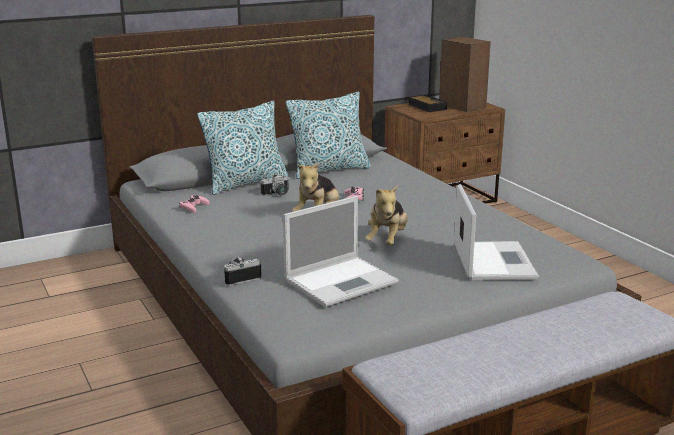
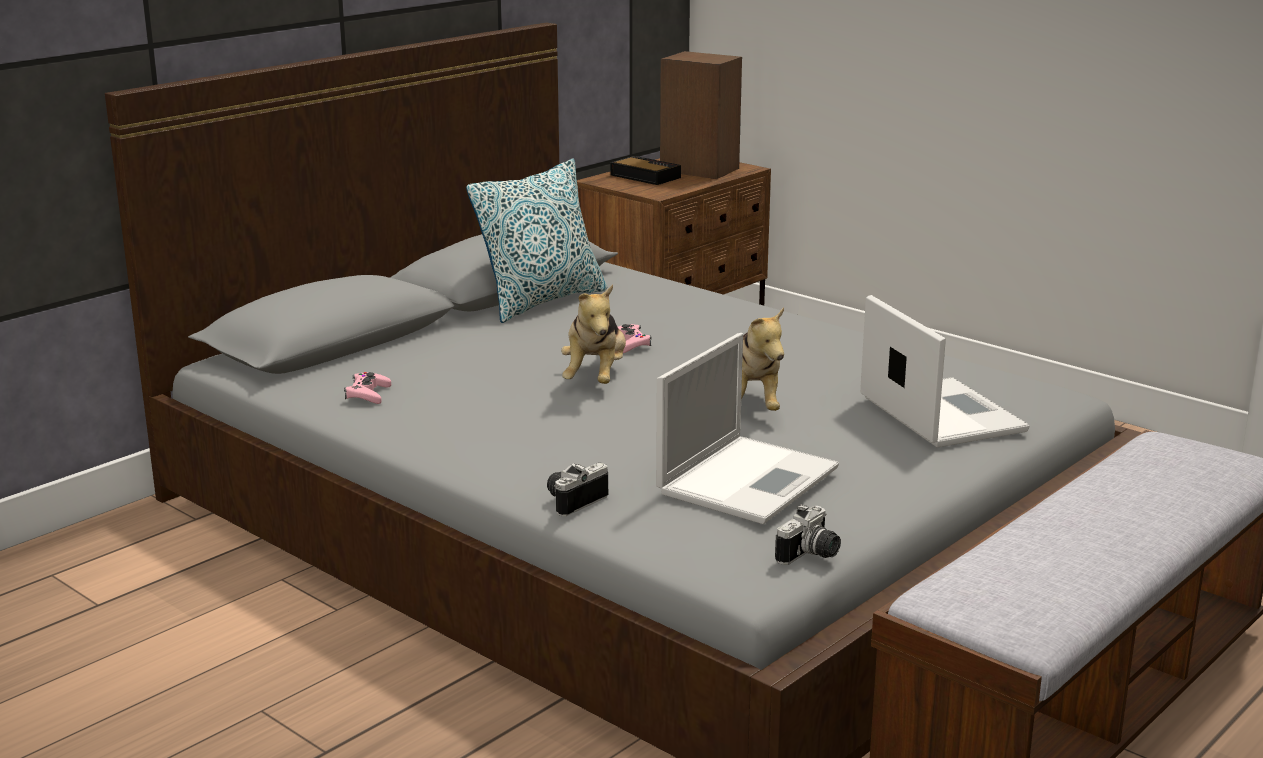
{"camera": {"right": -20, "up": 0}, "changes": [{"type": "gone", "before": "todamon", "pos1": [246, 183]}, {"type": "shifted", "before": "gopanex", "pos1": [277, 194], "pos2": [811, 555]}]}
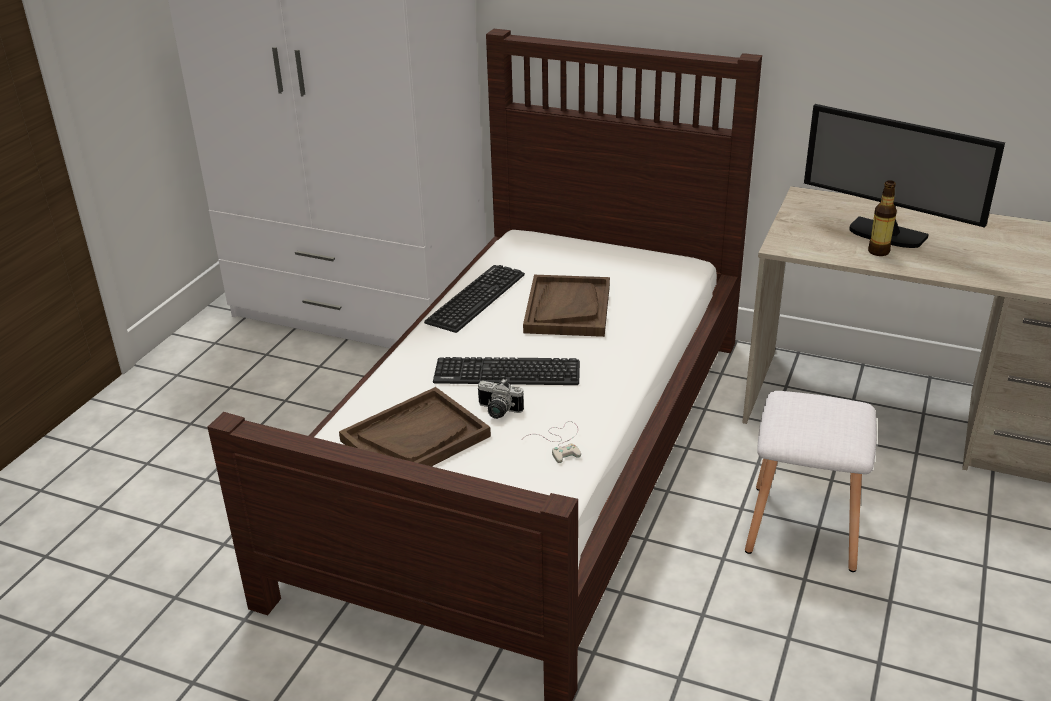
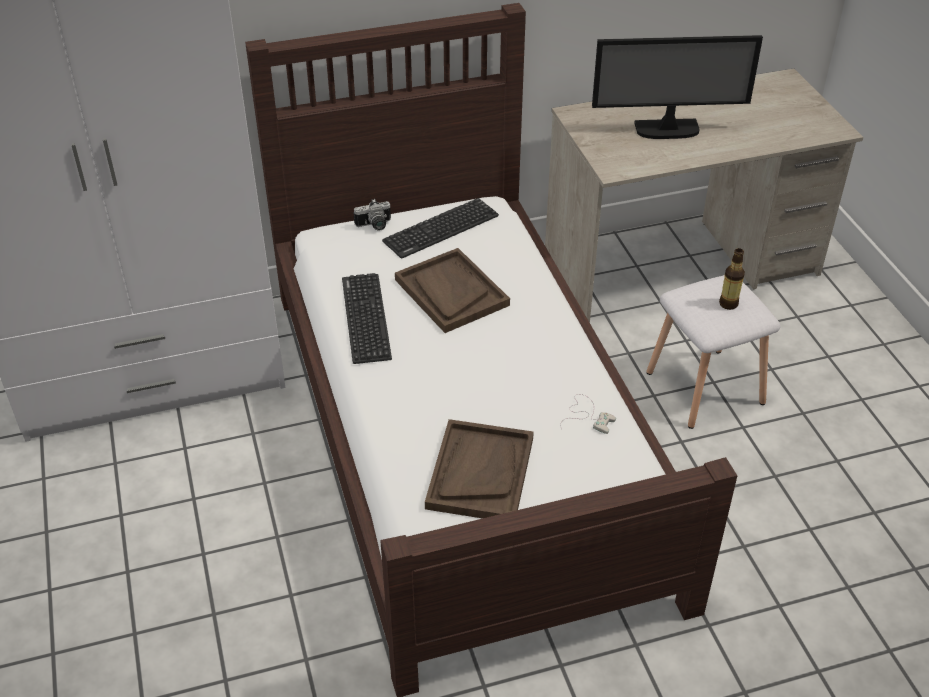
{"camera": {"right": -40, "up": 10}, "changes": [{"type": "shifted", "before": "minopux", "pos1": [507, 373], "pos2": [441, 229]}, {"type": "shifted", "before": "gopanex", "pos1": [497, 411], "pos2": [374, 226]}, {"type": "shifted", "before": "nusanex", "pos1": [878, 251], "pos2": [728, 304]}]}
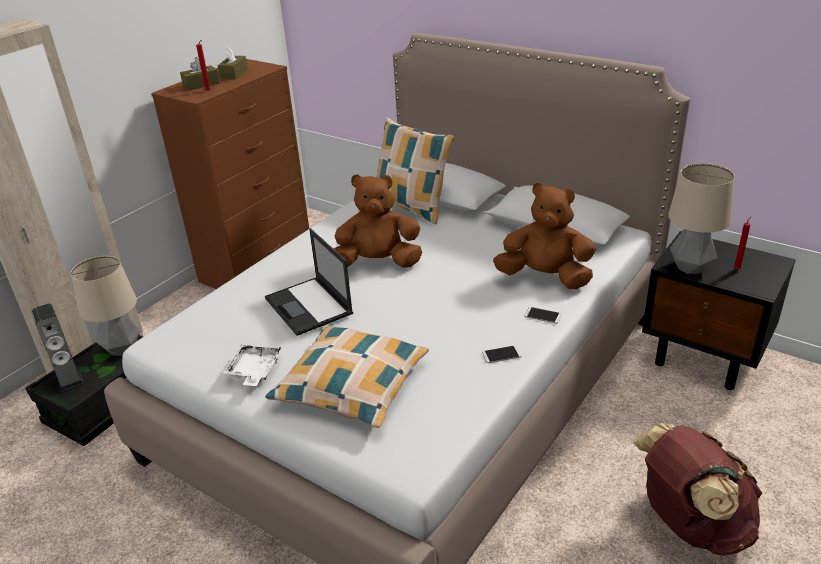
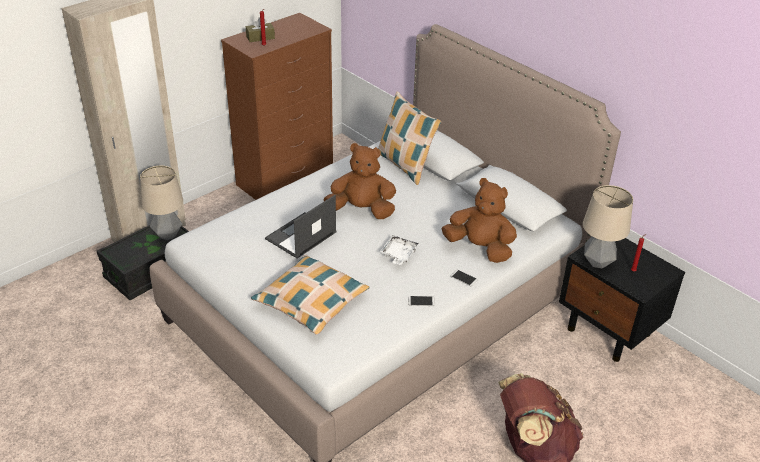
{"camera": {"right": 10, "up": 5}, "changes": [{"type": "gone", "before": "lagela", "pos1": [69, 378]}, {"type": "gone", "before": "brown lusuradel", "pos1": [234, 74]}, {"type": "shifted", "before": "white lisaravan", "pos1": [254, 371], "pos2": [398, 255]}, {"type": "rotated", "before": "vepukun", "pos1": [309, 306], "pos2": [300, 236], "turn": 60}]}
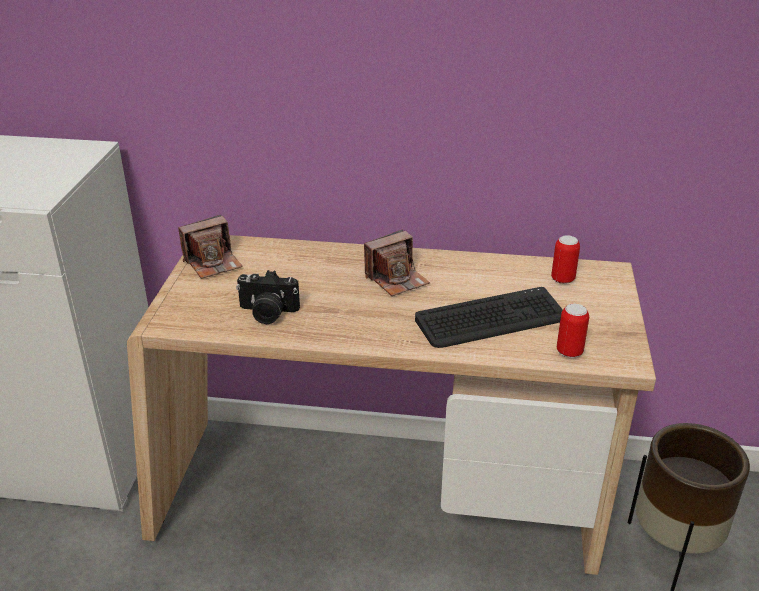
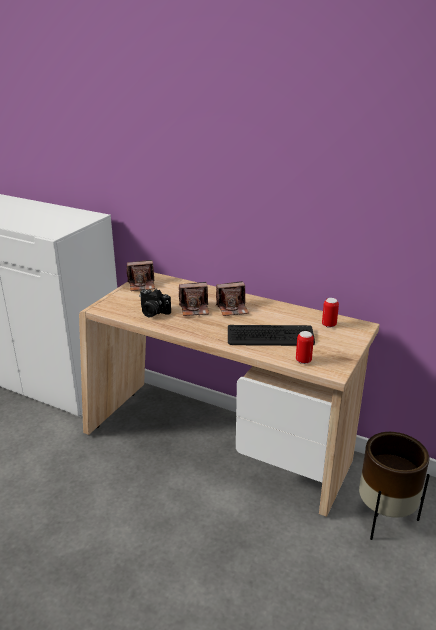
{"camera": {"right": 20, "up": -5}, "changes": [{"type": "new", "after": "gopanex", "pos2": [195, 309]}]}
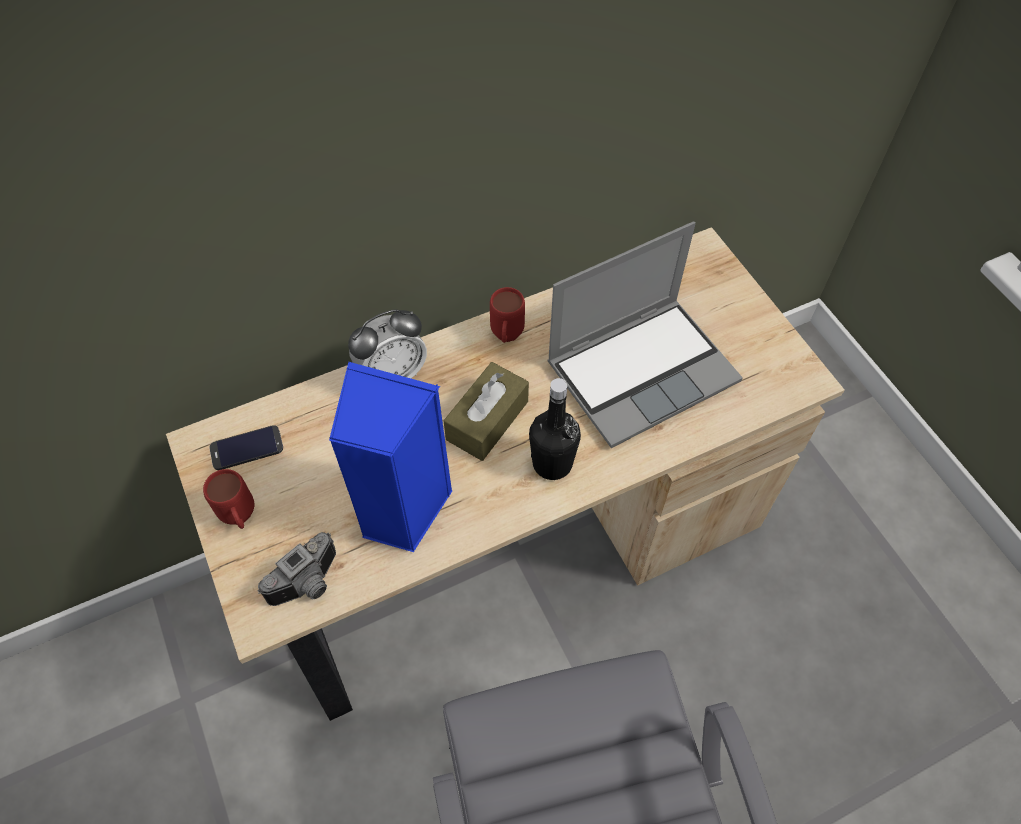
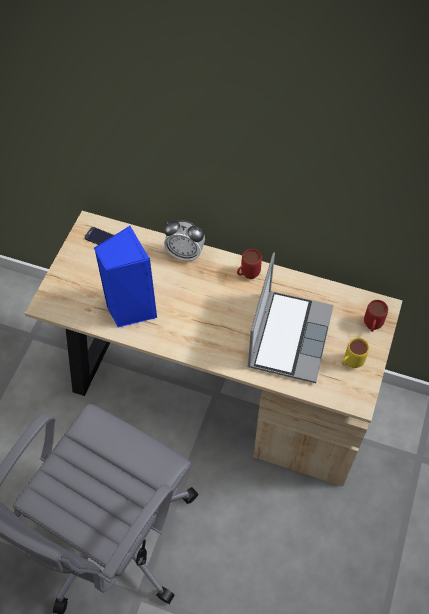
{"camera": {"right": 45, "up": 0}, "changes": [{"type": "gone", "before": "gopanex", "pos1": [309, 584]}, {"type": "gone", "before": "brown lusuradel", "pos1": [487, 420]}, {"type": "gone", "before": "black nusanex", "pos1": [552, 463]}, {"type": "new", "after": "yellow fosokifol", "pos2": [350, 364]}, {"type": "shifted", "before": "red fosokifol", "pos1": [240, 519], "pos2": [371, 327]}, {"type": "rotated", "before": "vepukun", "pos1": [642, 370], "pos2": [289, 336], "turn": -90}]}
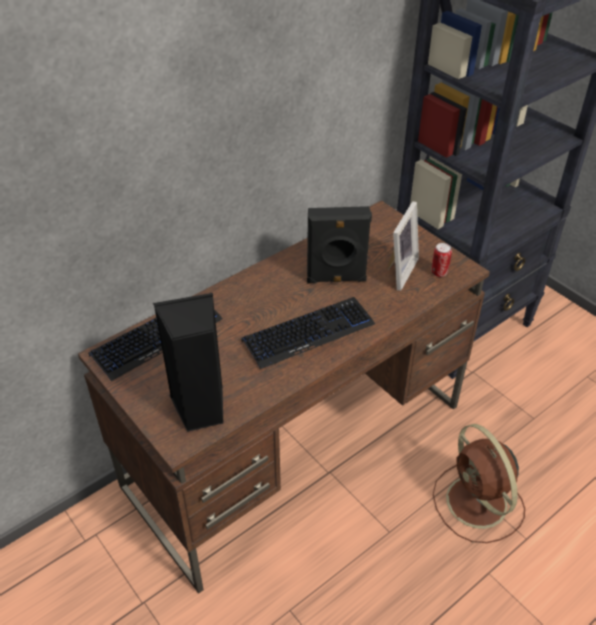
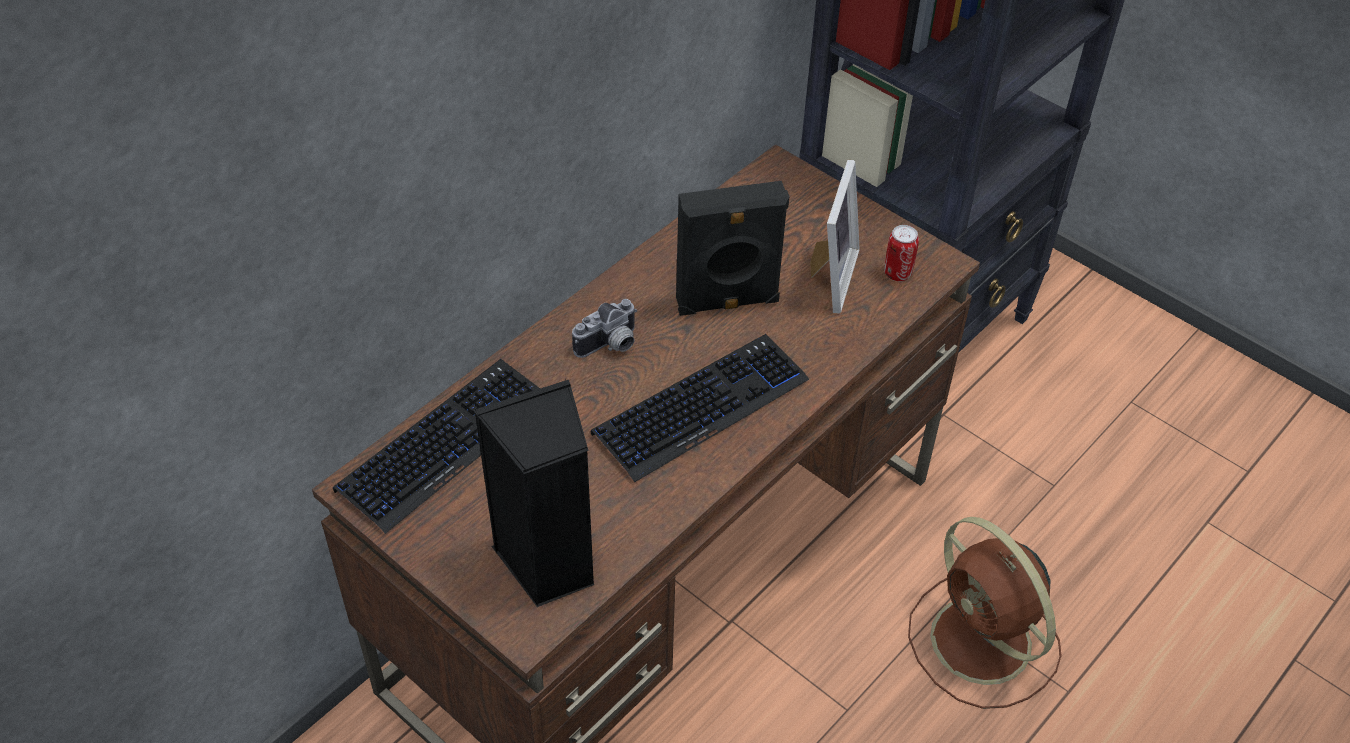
{"camera": {"right": -10, "up": 5}, "changes": [{"type": "new", "after": "gopanex", "pos2": [610, 346]}]}
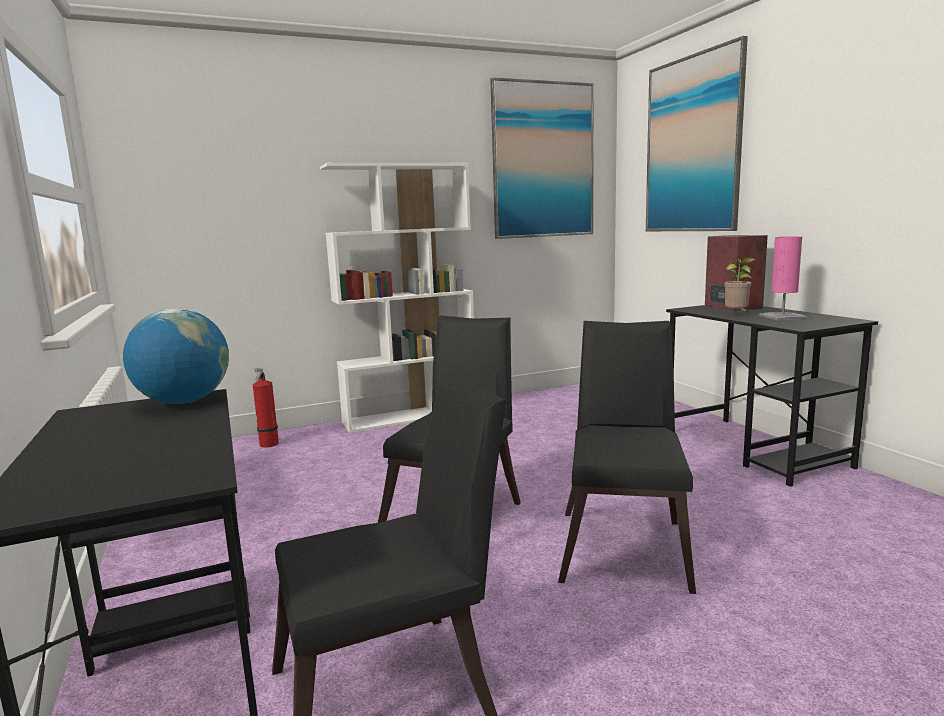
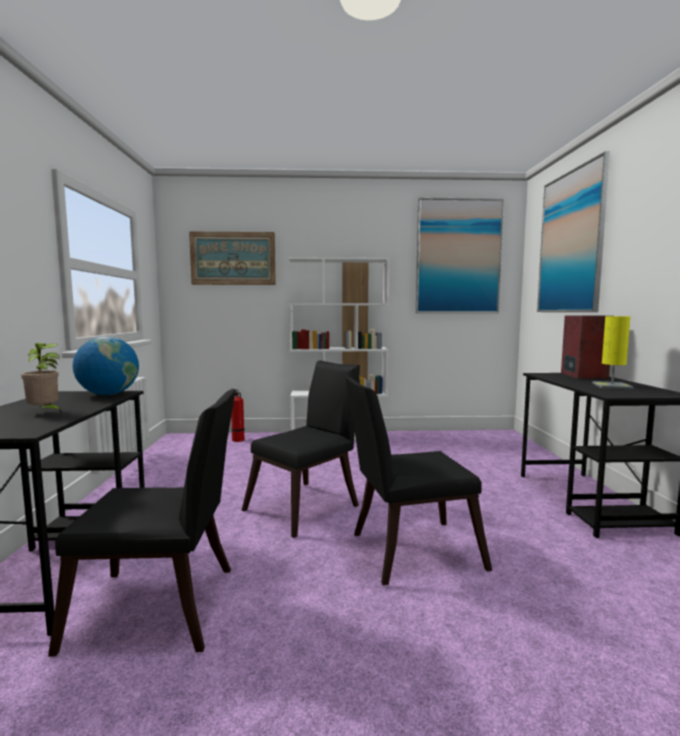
{"camera": {"right": 20, "up": -5}, "changes": [{"type": "new", "after": "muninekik", "pos2": [233, 258]}, {"type": "shifted", "before": "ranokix", "pos1": [737, 315], "pos2": [45, 413]}, {"type": "repainted", "before": "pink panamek", "after": "yellow panamek", "pos1": [782, 317], "pos2": [612, 386]}, {"type": "rotated", "before": "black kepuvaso", "pos1": [625, 544], "pos2": [407, 551], "turn": -135}]}
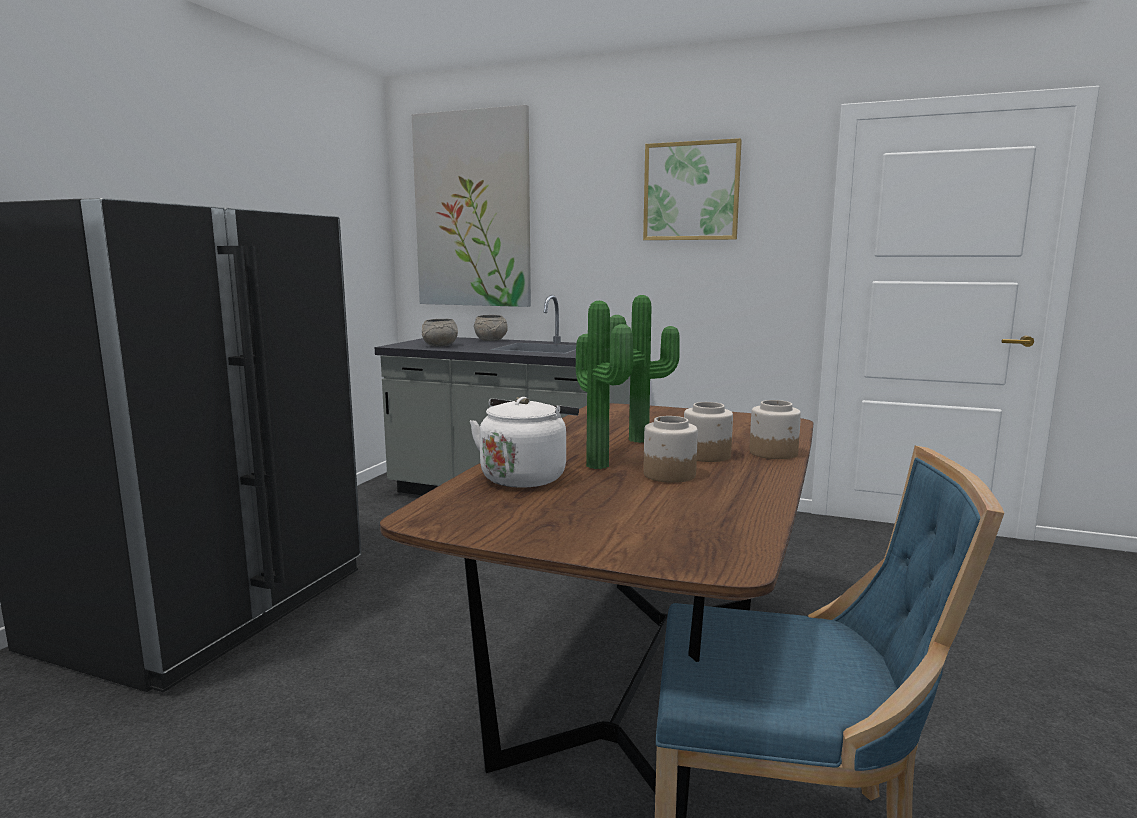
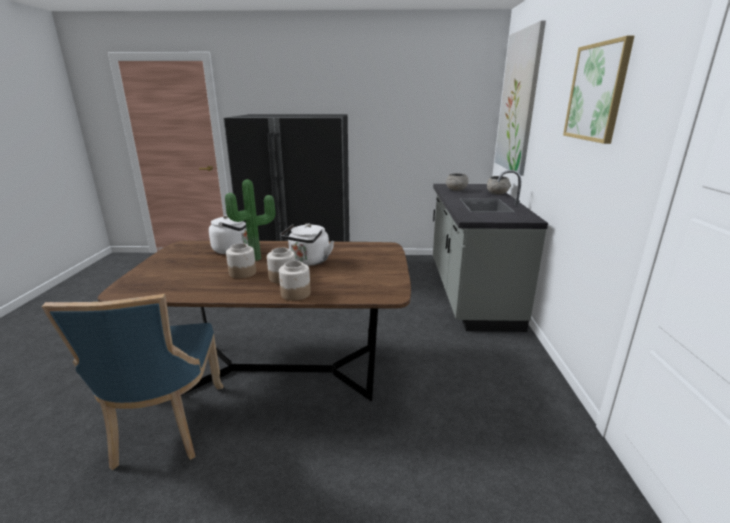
{"camera": {"right": 70, "up": 10}, "changes": [{"type": "swapped", "before": "ranokix", "after": "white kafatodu", "pos1": [642, 440], "pos2": [308, 262]}]}
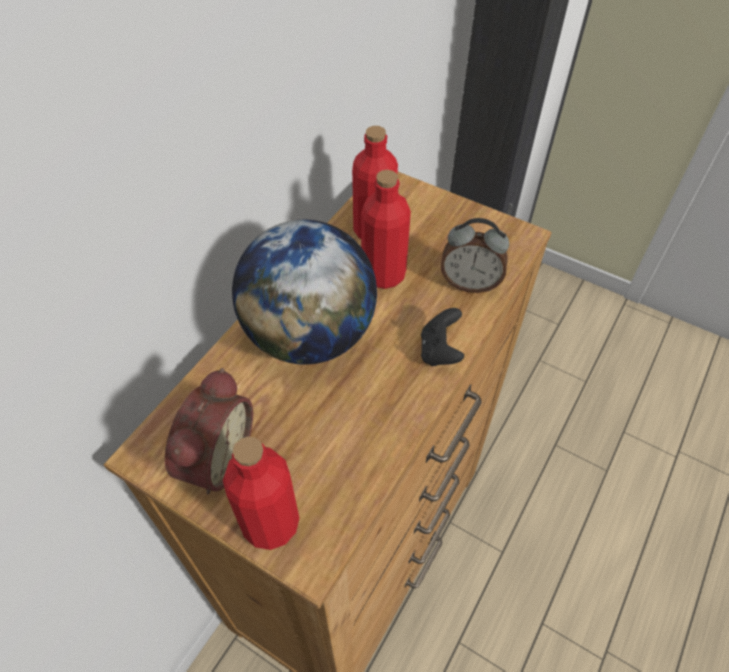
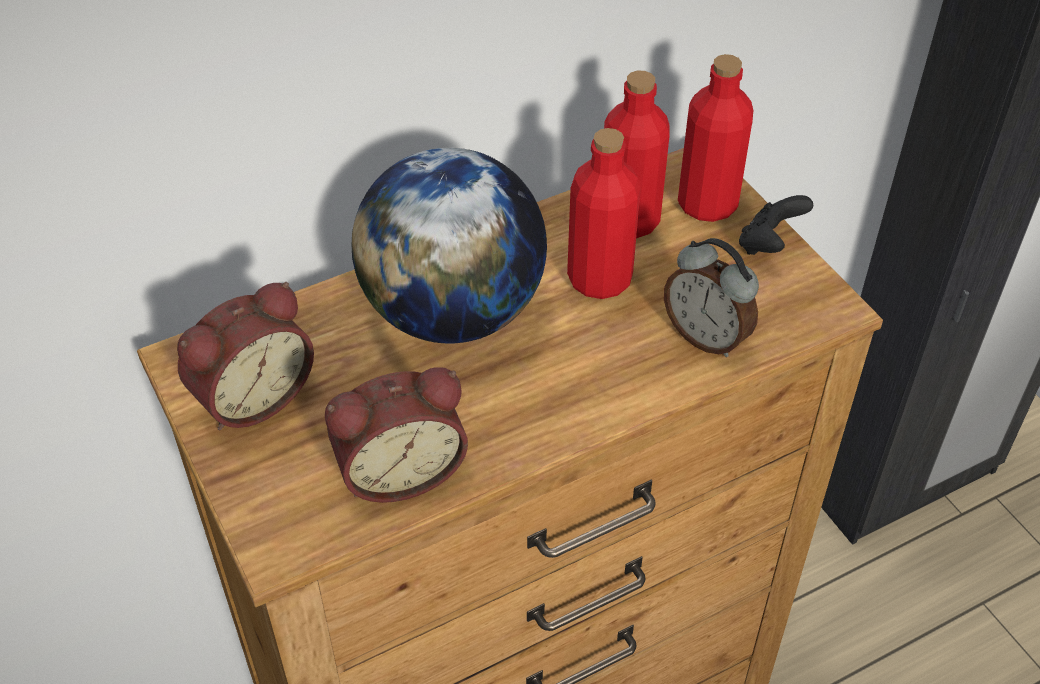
{"camera": {"right": 30, "up": -5}, "changes": [{"type": "new", "after": "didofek", "pos2": [399, 469]}, {"type": "shifted", "before": "red nusanex", "pos1": [271, 523], "pos2": [707, 204]}, {"type": "shifted", "before": "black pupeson", "pos1": [440, 351], "pos2": [769, 244]}]}
